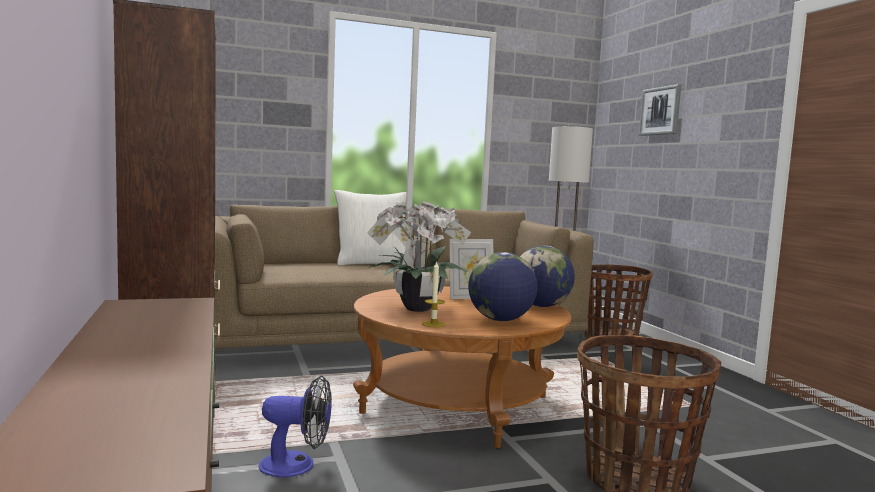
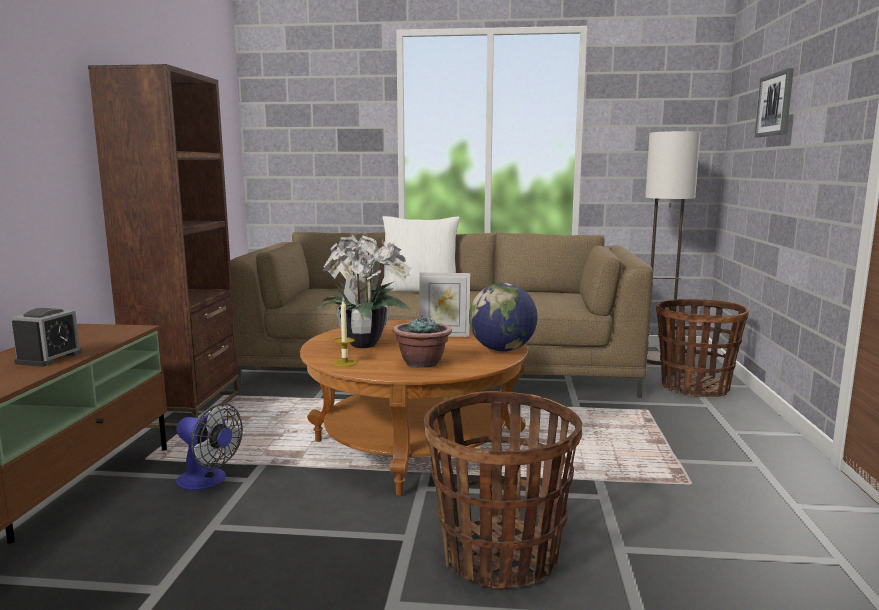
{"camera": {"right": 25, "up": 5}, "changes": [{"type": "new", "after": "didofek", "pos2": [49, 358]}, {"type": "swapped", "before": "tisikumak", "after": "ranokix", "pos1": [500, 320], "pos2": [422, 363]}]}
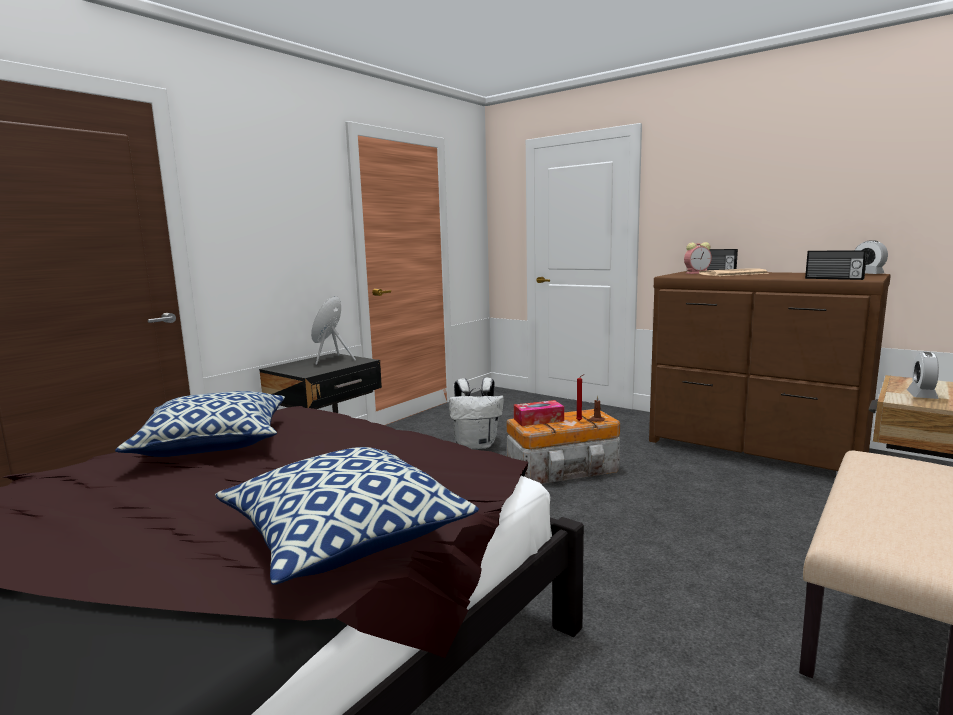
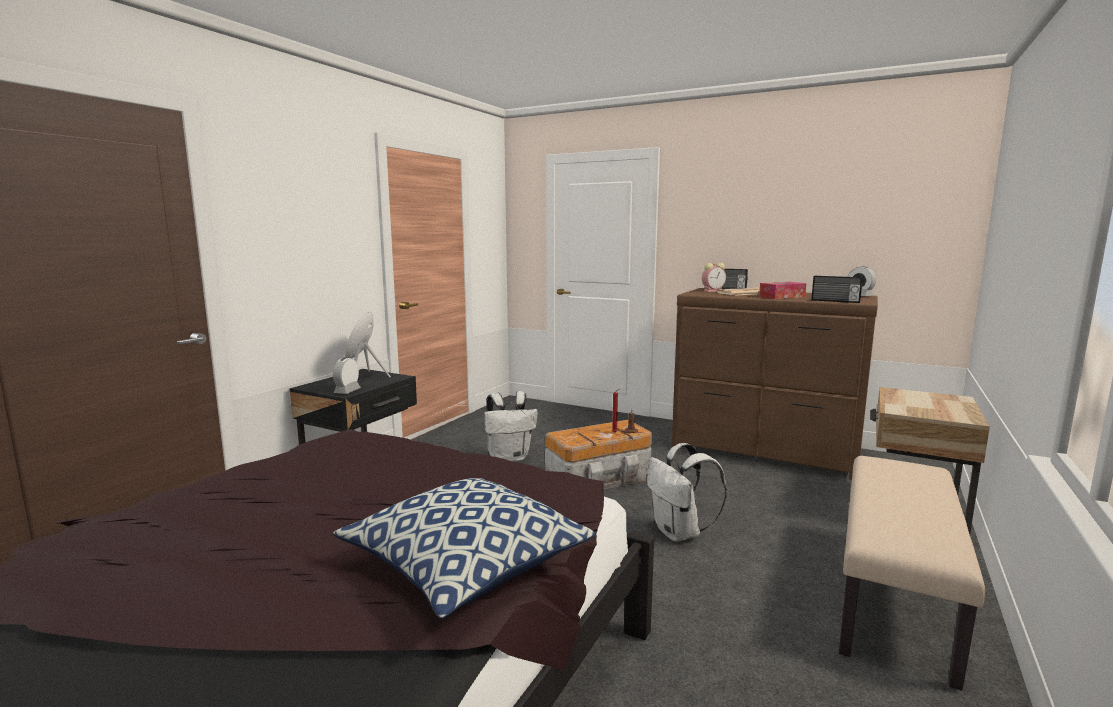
{"camera": {"right": -10, "up": 0}, "changes": [{"type": "gone", "before": "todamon", "pos1": [214, 444]}, {"type": "new", "after": "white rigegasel", "pos2": [679, 533]}, {"type": "shifted", "before": "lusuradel", "pos1": [538, 420], "pos2": [782, 297]}, {"type": "shifted", "before": "didofek", "pos1": [922, 395], "pos2": [347, 391]}]}
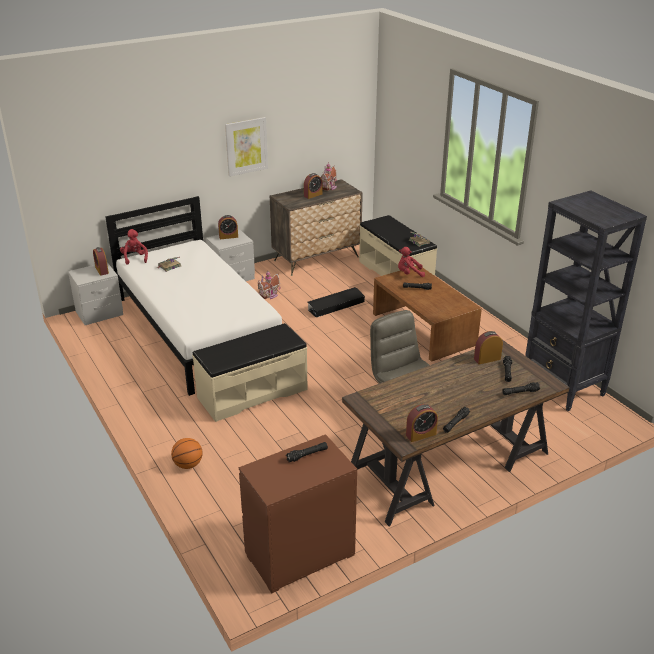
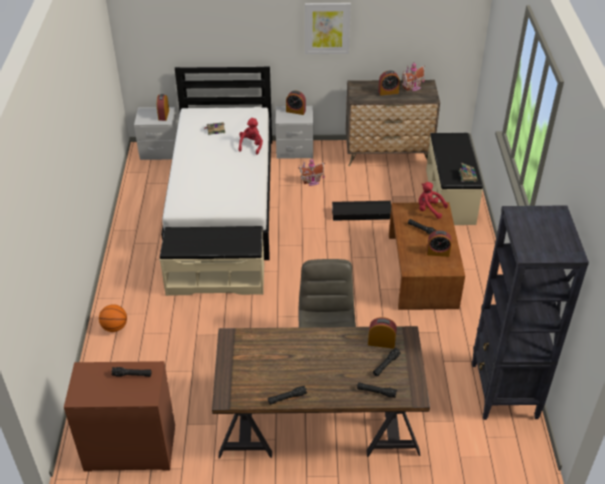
{"camera": {"right": 30, "up": 10}, "changes": [{"type": "shifted", "before": "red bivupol", "pos1": [135, 258], "pos2": [251, 145]}, {"type": "shifted", "before": "didofek", "pos1": [421, 434], "pos2": [438, 252]}]}
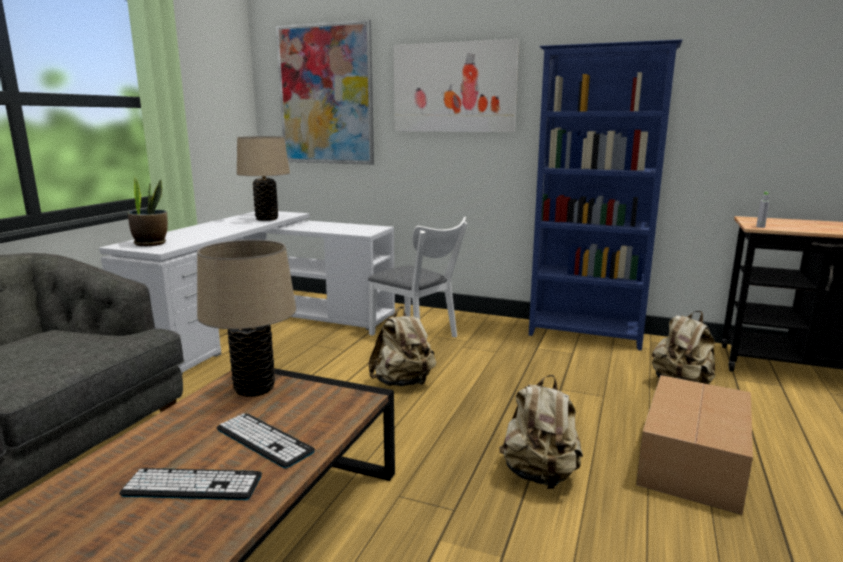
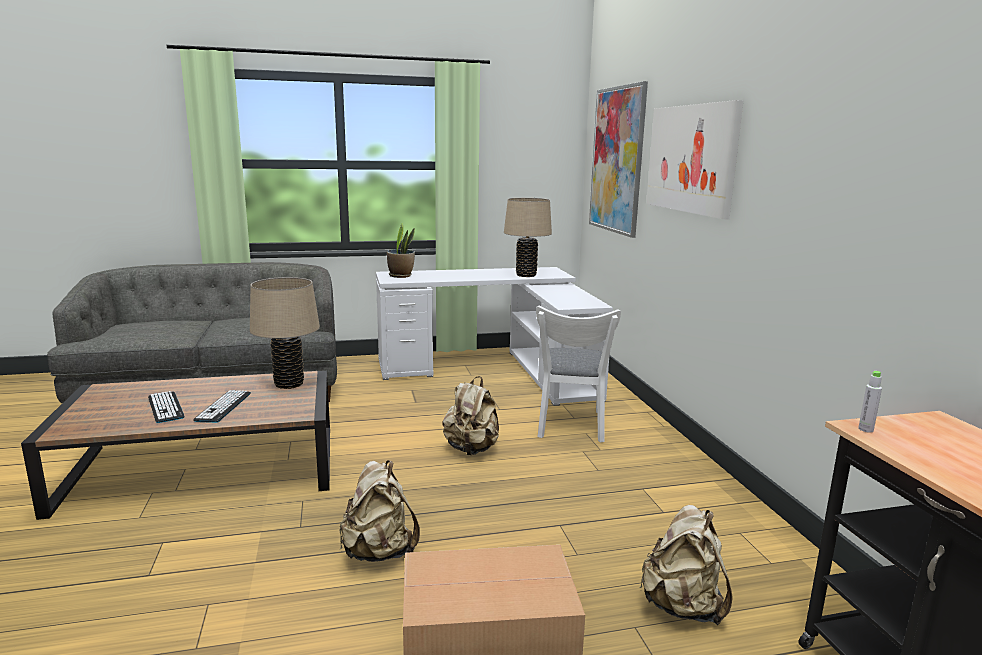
{"camera": {"right": 55, "up": 0}, "changes": [{"type": "gone", "before": "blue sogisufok", "pos1": [586, 335]}]}
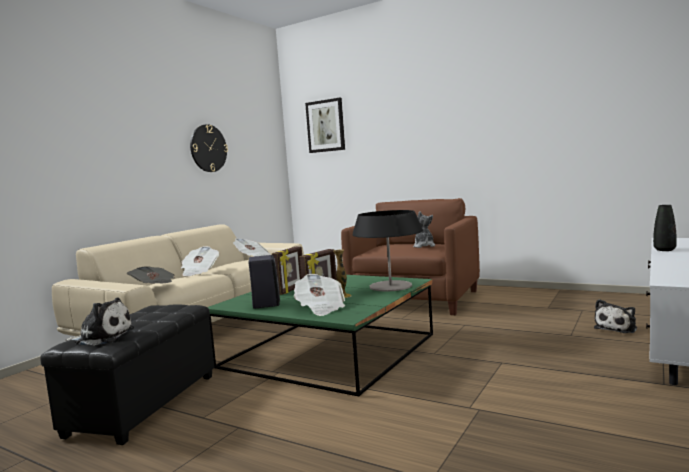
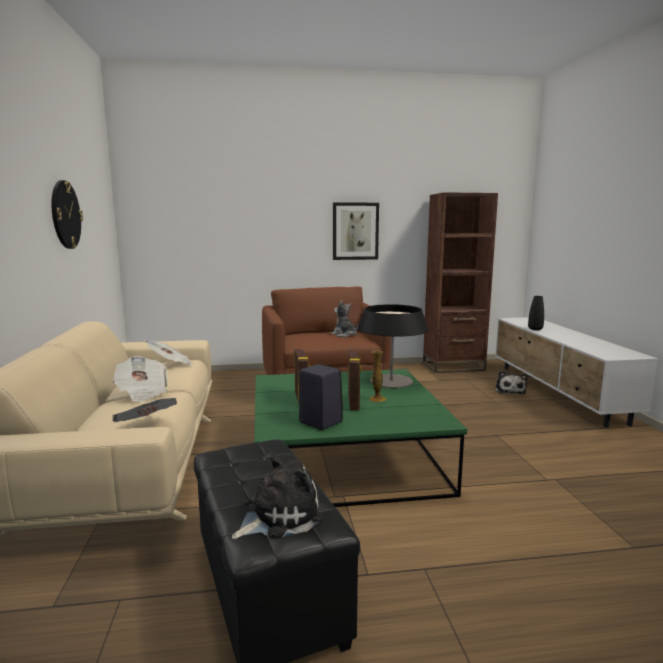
{"camera": {"right": -40, "up": 5}, "changes": [{"type": "gone", "before": "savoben", "pos1": [320, 308]}, {"type": "new", "after": "brown sogisufok", "pos2": [453, 366]}, {"type": "shifted", "before": "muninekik", "pos1": [325, 126], "pos2": [355, 231]}]}
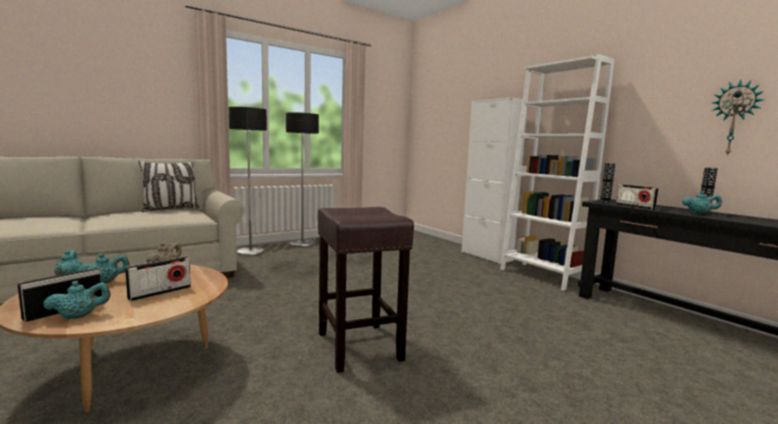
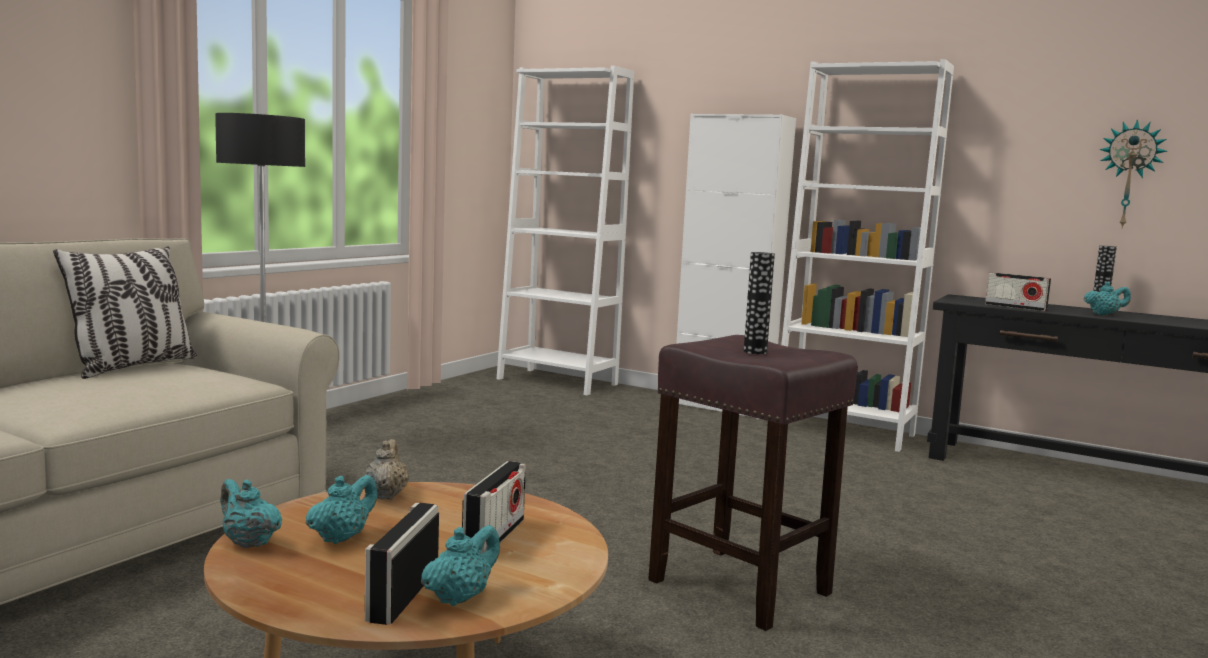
{"camera": {"right": -25, "up": 0}, "changes": [{"type": "gone", "before": "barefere", "pos1": [302, 244]}, {"type": "new", "after": "white sogisufok", "pos2": [557, 381]}, {"type": "shifted", "before": "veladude", "pos1": [605, 203], "pos2": [755, 352]}]}
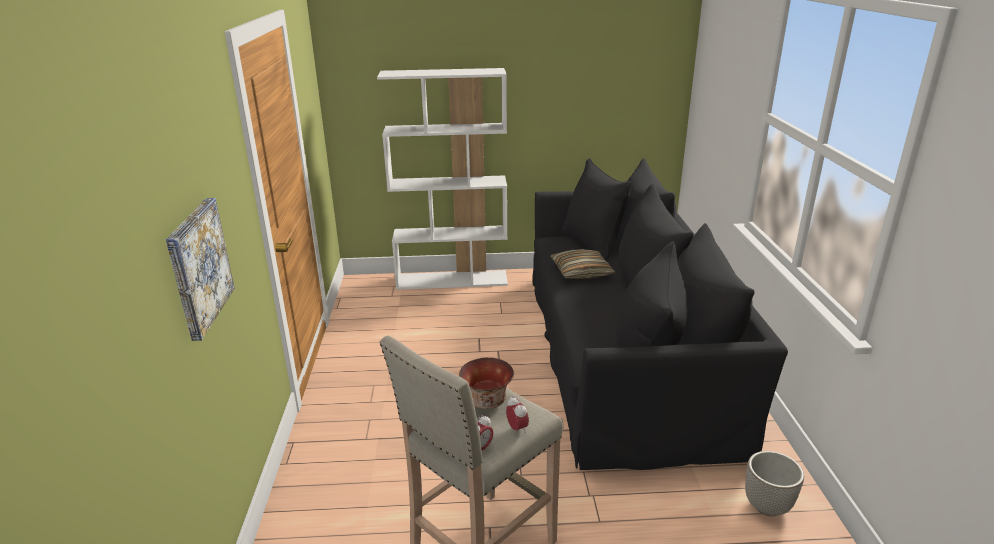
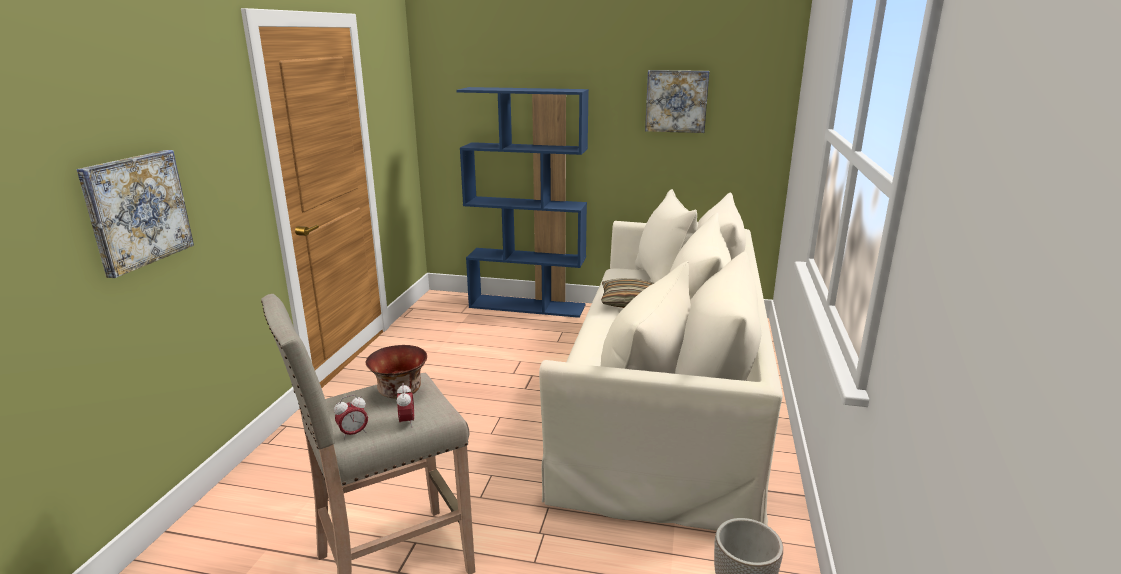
{"camera": {"right": 15, "up": -5}, "changes": [{"type": "new", "after": "muninekik", "pos2": [676, 101]}, {"type": "repainted", "before": "white sogisufok", "after": "blue sogisufok", "pos1": [452, 280], "pos2": [528, 306]}, {"type": "repainted", "before": "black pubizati", "after": "beige pubizati", "pos1": [622, 351], "pos2": [663, 395]}]}
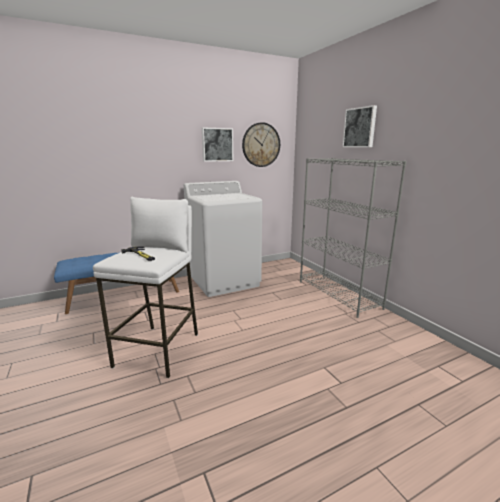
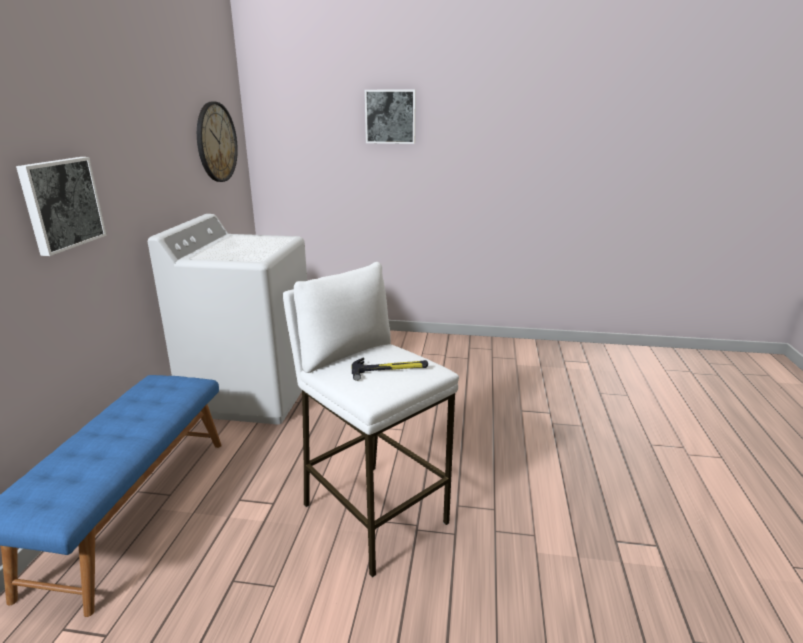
{"camera": {"right": -55, "up": 5}, "changes": [{"type": "gone", "before": "grey sogisufok", "pos1": [338, 294]}, {"type": "shifted", "before": "muninekik", "pos1": [217, 144], "pos2": [61, 204]}]}
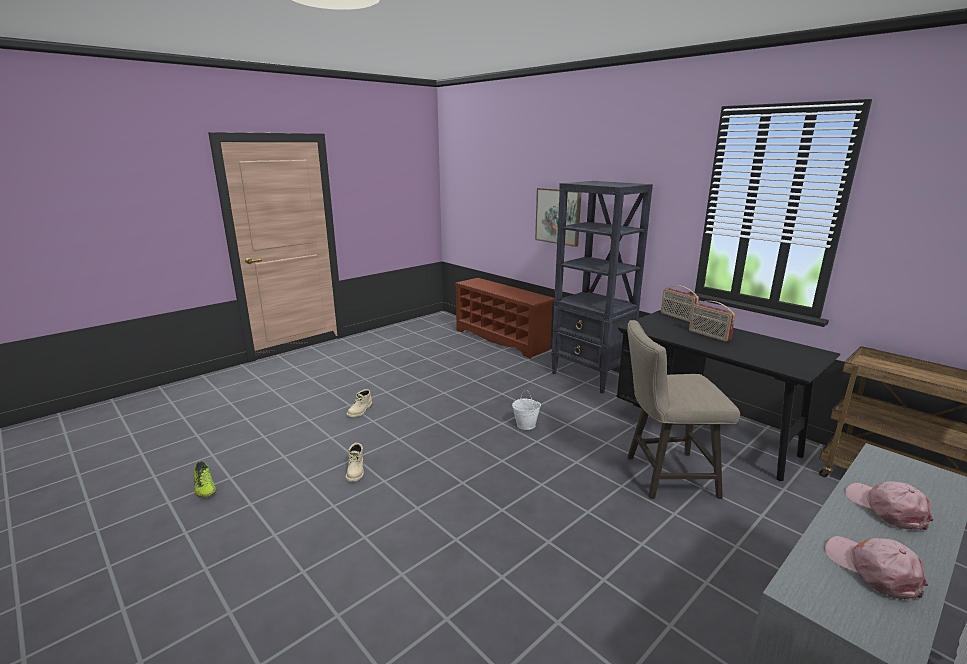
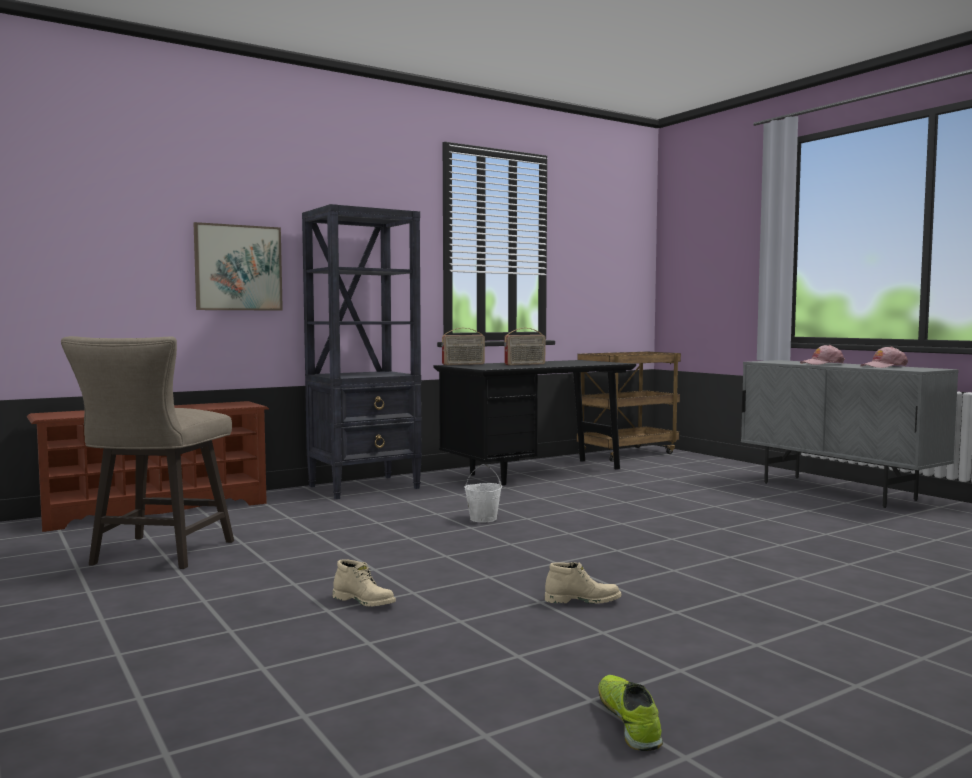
{"camera": {"right": -80, "up": -15}, "changes": [{"type": "shifted", "before": "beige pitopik", "pos1": [664, 476], "pos2": [157, 555]}, {"type": "rotated", "before": "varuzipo", "pos1": [205, 488], "pos2": [629, 721], "turn": -75}]}
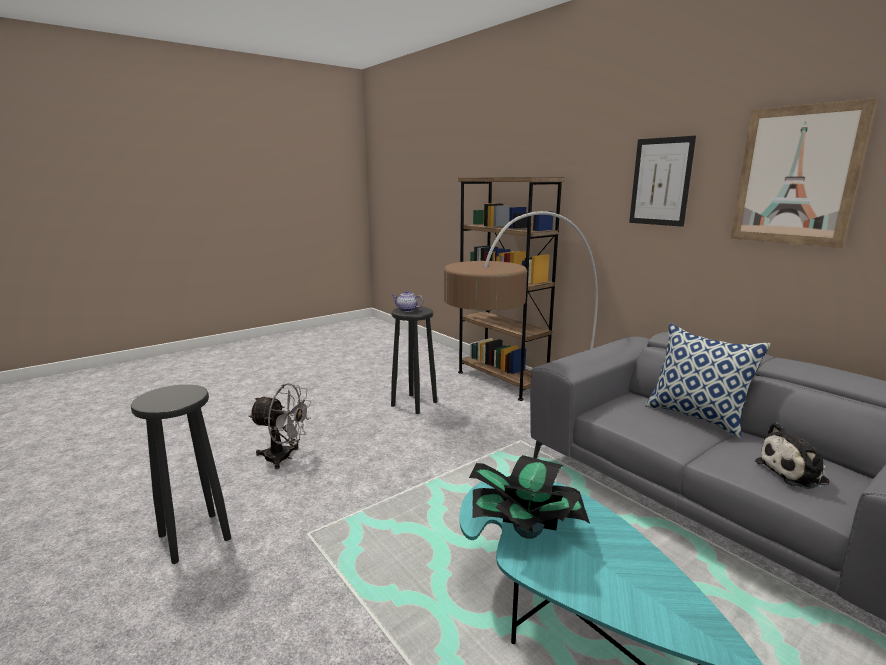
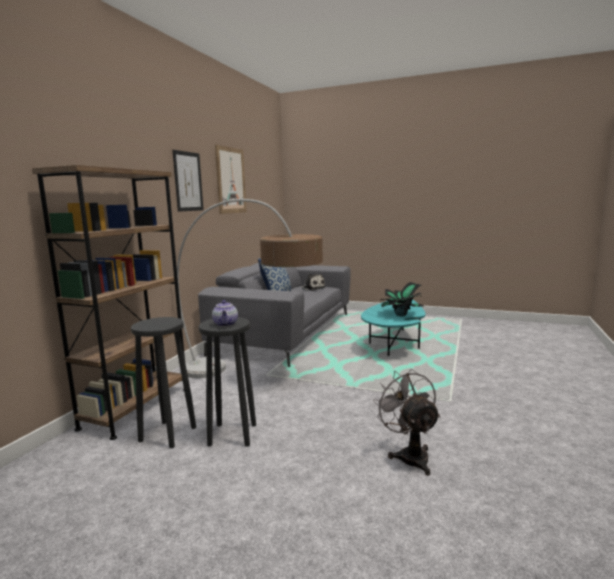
{"camera": {"right": -120, "up": -5}, "changes": [{"type": "shifted", "before": "black pitopik", "pos1": [195, 537], "pos2": [168, 433]}]}
